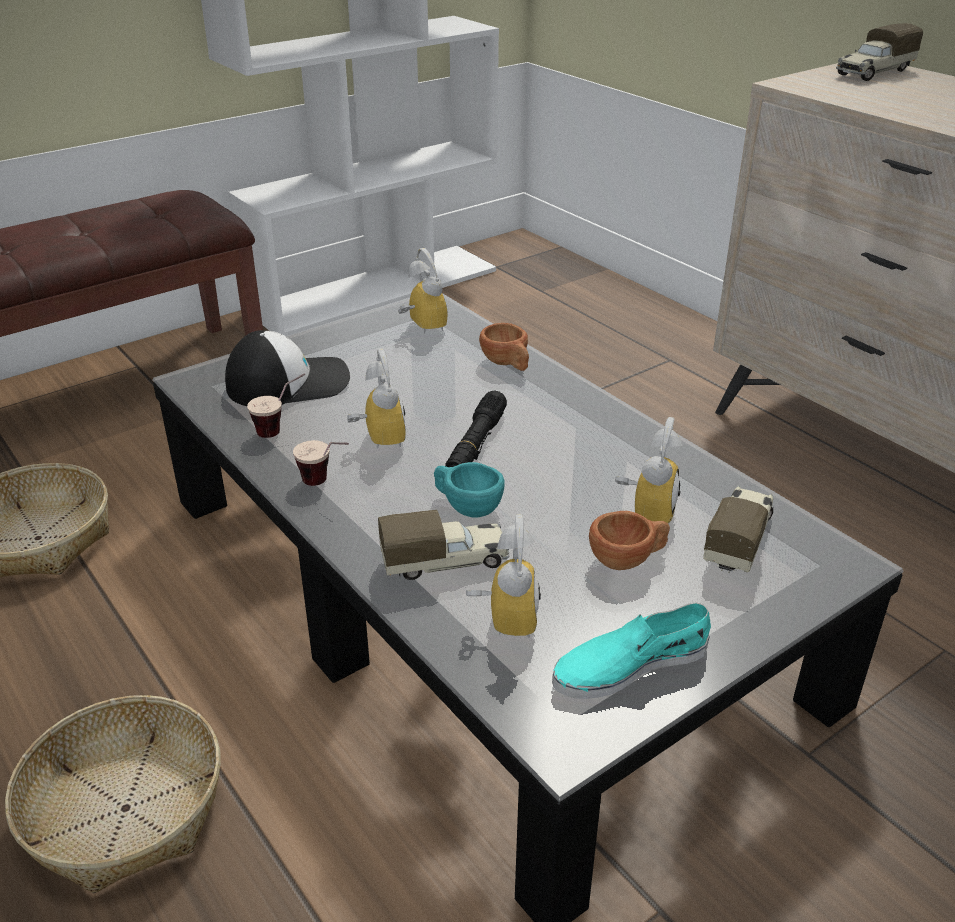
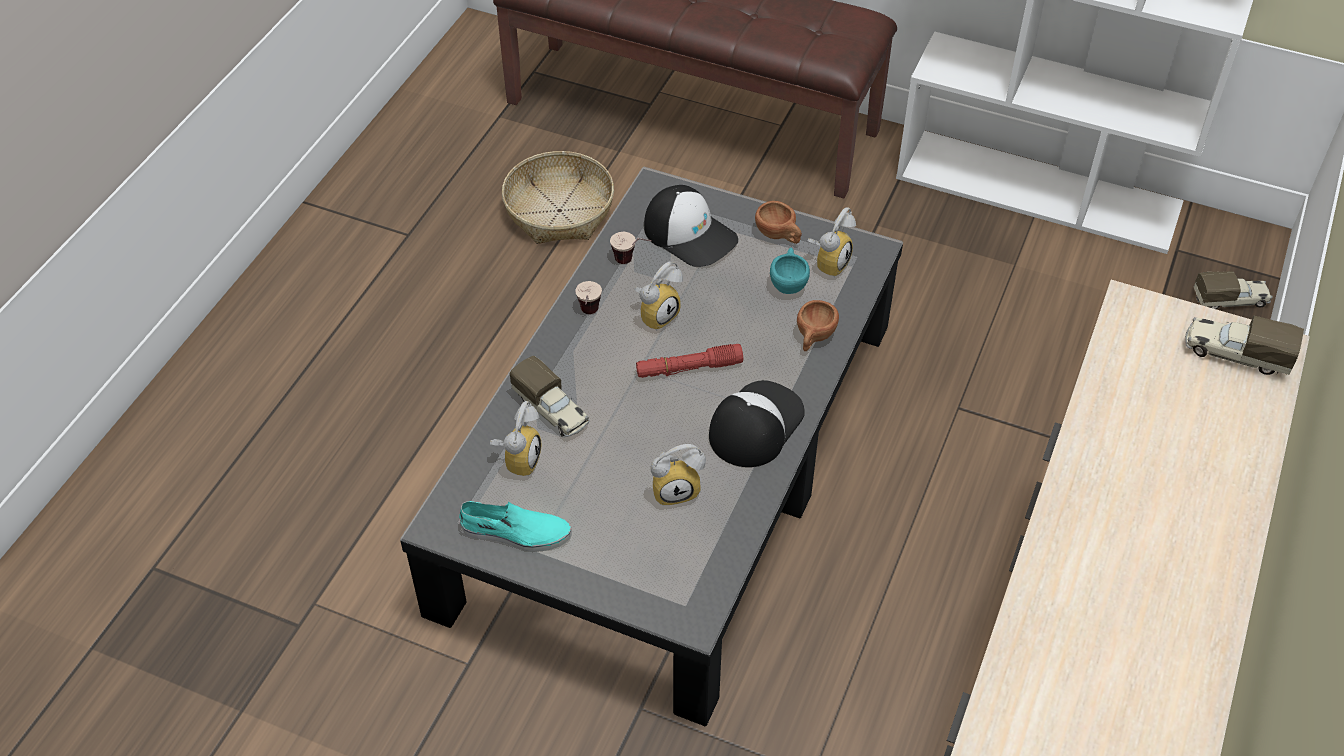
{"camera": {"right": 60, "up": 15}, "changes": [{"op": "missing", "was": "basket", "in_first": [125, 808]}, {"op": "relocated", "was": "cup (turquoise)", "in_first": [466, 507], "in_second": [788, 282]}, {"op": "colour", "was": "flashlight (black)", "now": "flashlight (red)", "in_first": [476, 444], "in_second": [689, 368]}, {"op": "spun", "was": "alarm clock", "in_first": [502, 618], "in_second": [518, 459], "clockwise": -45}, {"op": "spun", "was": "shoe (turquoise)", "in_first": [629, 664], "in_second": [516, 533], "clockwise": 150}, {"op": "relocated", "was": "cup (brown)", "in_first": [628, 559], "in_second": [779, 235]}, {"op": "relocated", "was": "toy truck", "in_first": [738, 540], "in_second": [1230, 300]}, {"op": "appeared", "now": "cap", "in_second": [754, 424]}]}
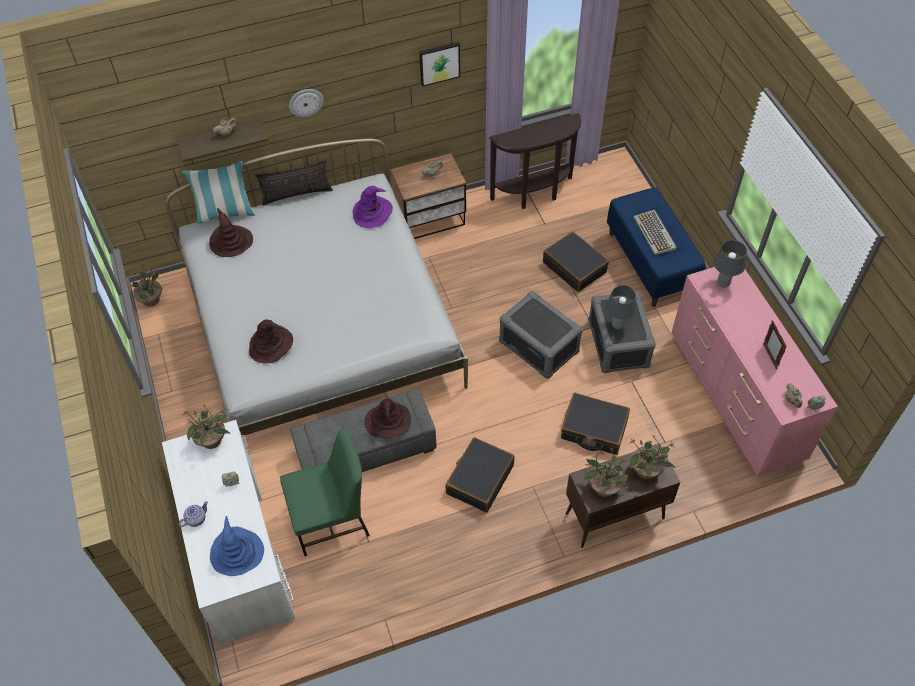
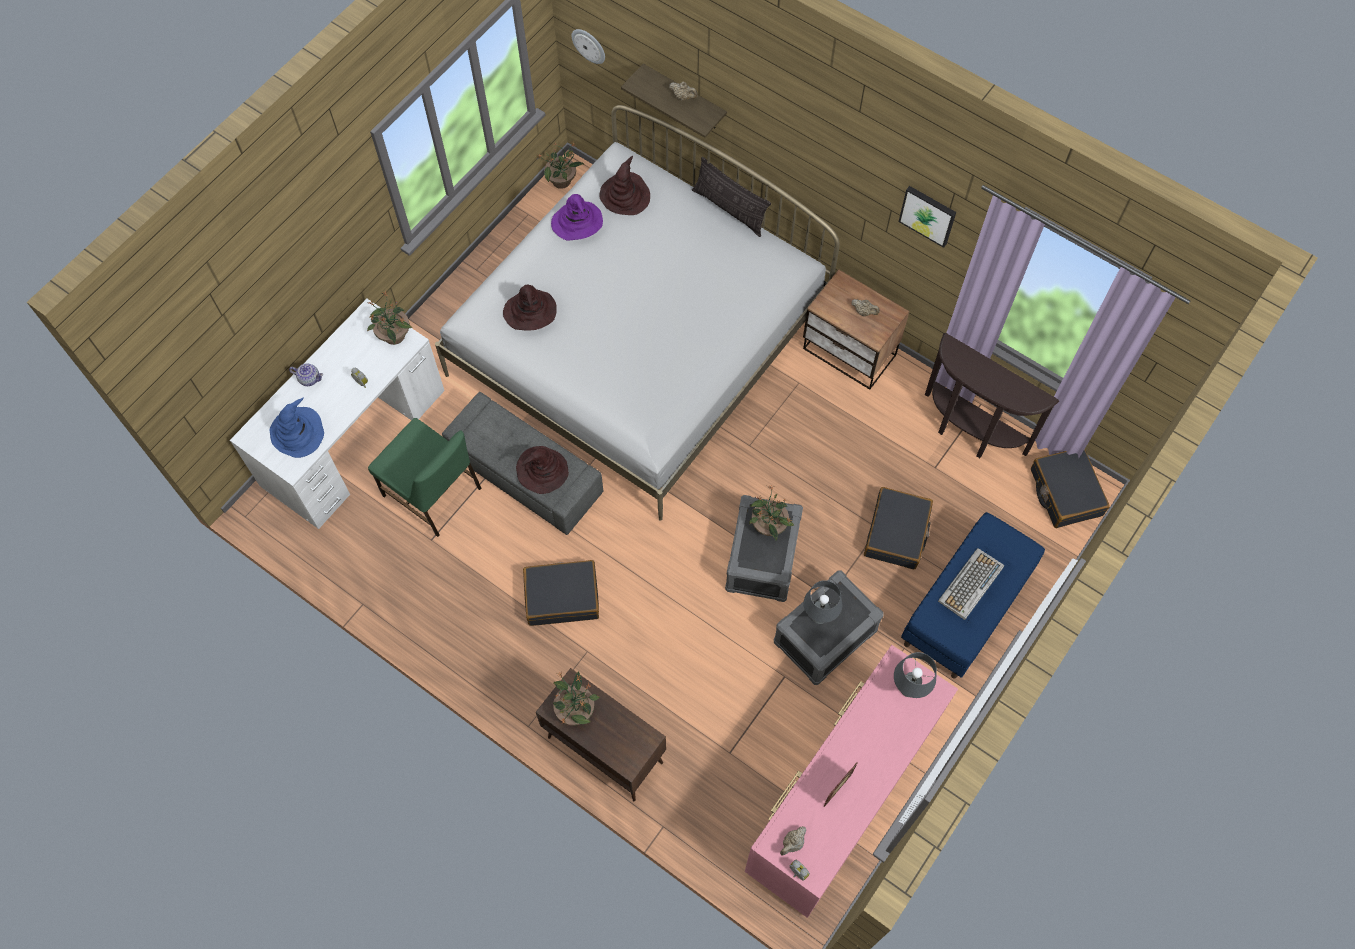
{"camera": {"right": 55, "up": 10}, "changes": [{"op": "missing", "was": "pillow", "in_first": [225, 213]}, {"op": "relocated", "was": "wall clock", "in_first": [306, 102], "in_second": [589, 45]}, {"op": "relocated", "was": "hat (purple)", "in_first": [372, 212], "in_second": [577, 222]}, {"op": "relocated", "was": "suitcase (black)", "in_first": [594, 429], "in_second": [1065, 492]}, {"op": "relocated", "was": "potted plant", "in_first": [646, 471], "in_second": [769, 526]}]}
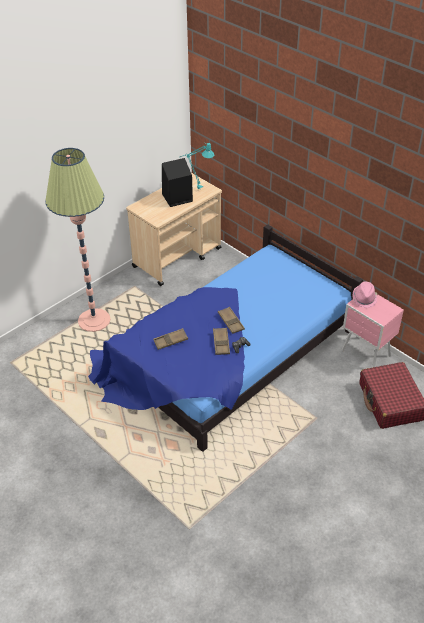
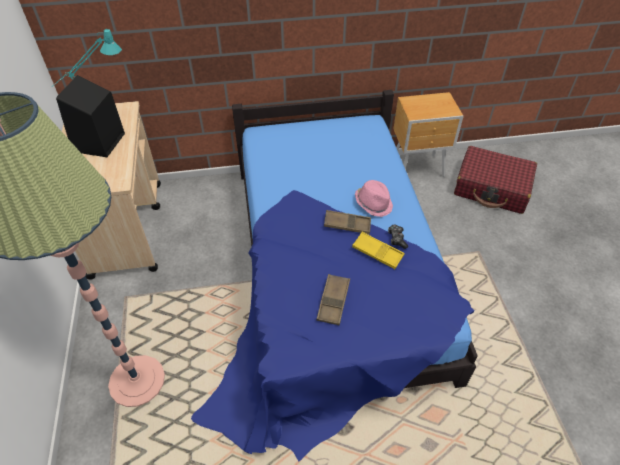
{"camera": {"right": -55, "up": 5}, "changes": [{"op": "colour", "was": "tray (brown)", "now": "tray (yellow)", "in_first": [221, 343], "in_second": [377, 253]}, {"op": "colour", "was": "nightstand (pink)", "now": "nightstand (brown)", "in_first": [366, 354], "in_second": [418, 168]}, {"op": "relocated", "was": "hat (pink)", "in_first": [364, 298], "in_second": [373, 203]}]}
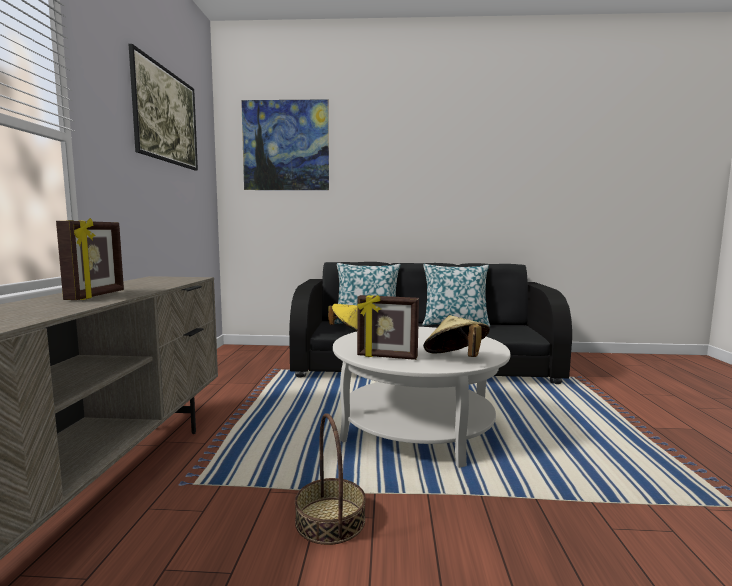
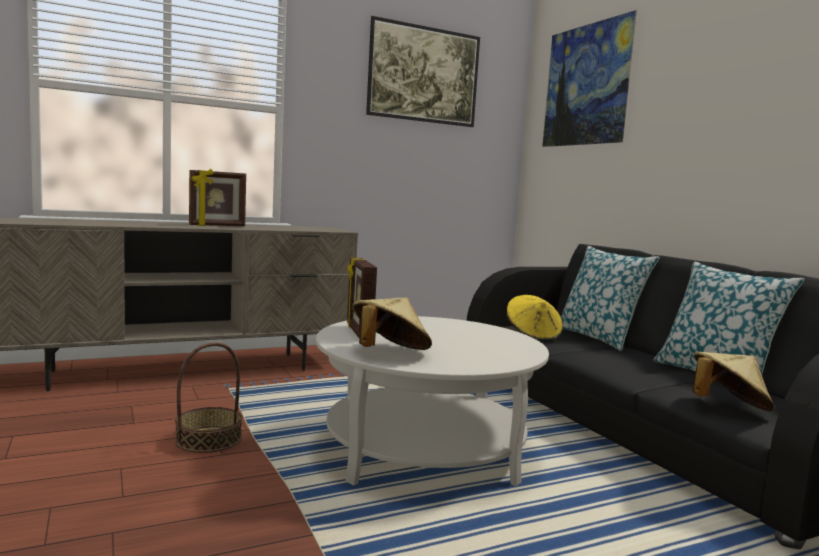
{"camera": {"right": 60, "up": 0}, "changes": [{"op": "appeared", "now": "hat (beige)", "in_second": [727, 407]}]}
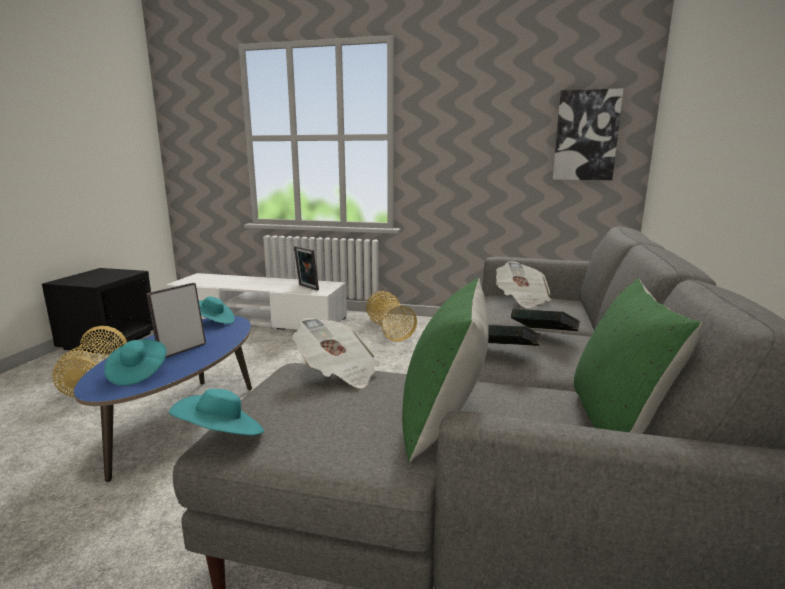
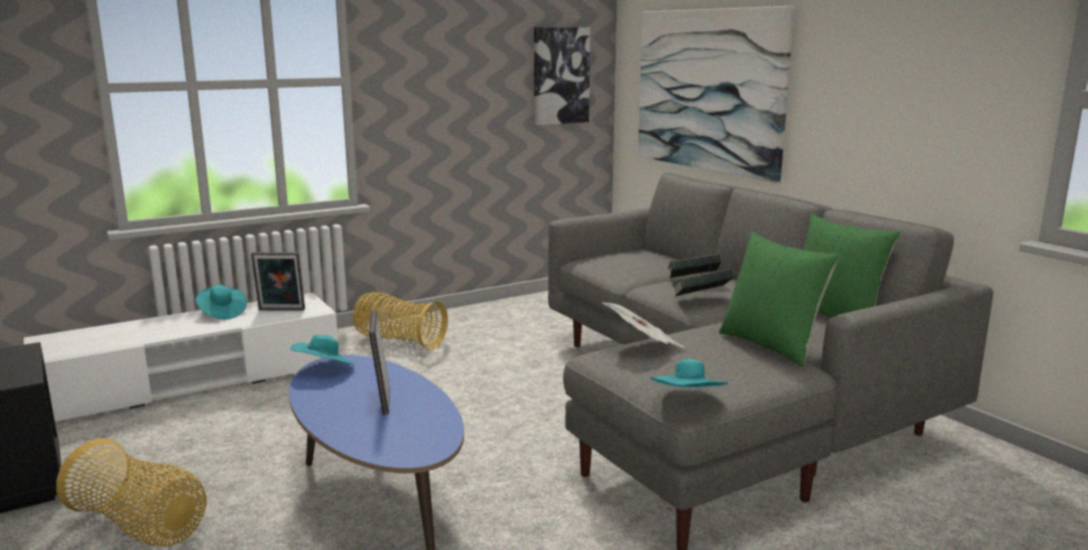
{"camera": {"right": -45, "up": 0}, "changes": [{"op": "relocated", "was": "hat (turquoise)", "in_first": [137, 373], "in_second": [222, 313]}, {"op": "missing", "was": "newspaper", "in_first": [521, 299]}, {"op": "appeared", "now": "picture", "in_second": [708, 90]}]}
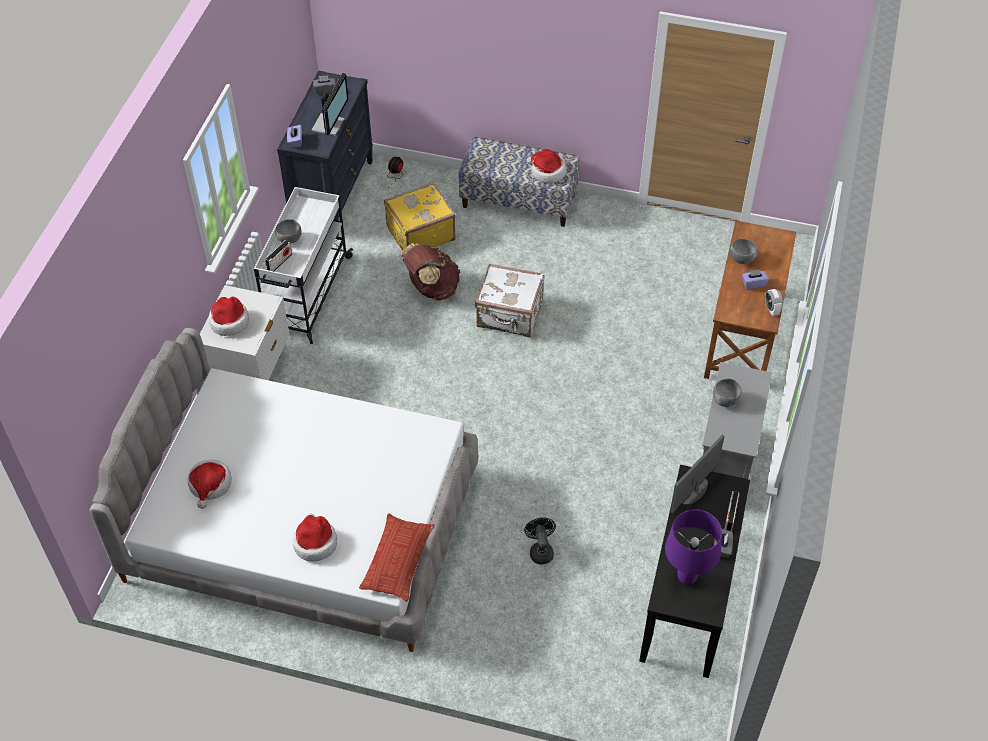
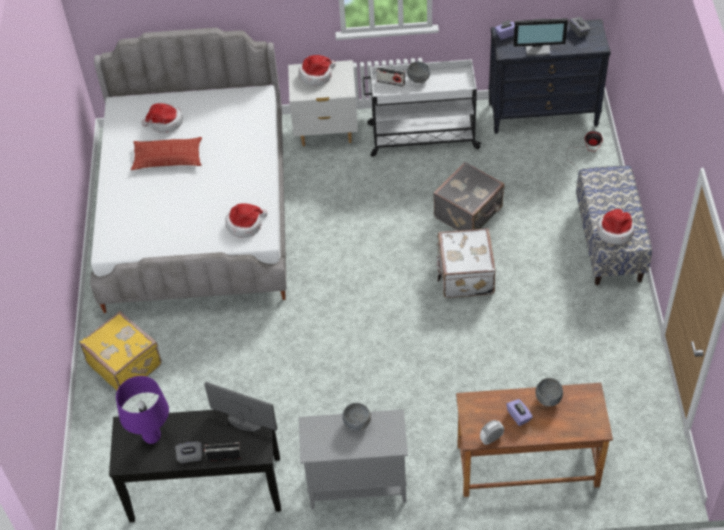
{"camera": {"right": 75, "up": 0}, "changes": [{"op": "relocated", "was": "hat", "in_first": [315, 542], "in_second": [245, 225]}, {"op": "relocated", "was": "pillow", "in_first": [398, 560], "in_second": [168, 157]}, {"op": "relocated", "was": "suitcase (yellow)", "in_first": [420, 233], "in_second": [126, 363]}, {"op": "exchanged", "was": "backpack (brown)", "now": "suitcase (grey)", "in_first": [432, 288], "in_second": [469, 213]}, {"op": "missing", "was": "fan (black)", "in_first": [540, 550]}]}
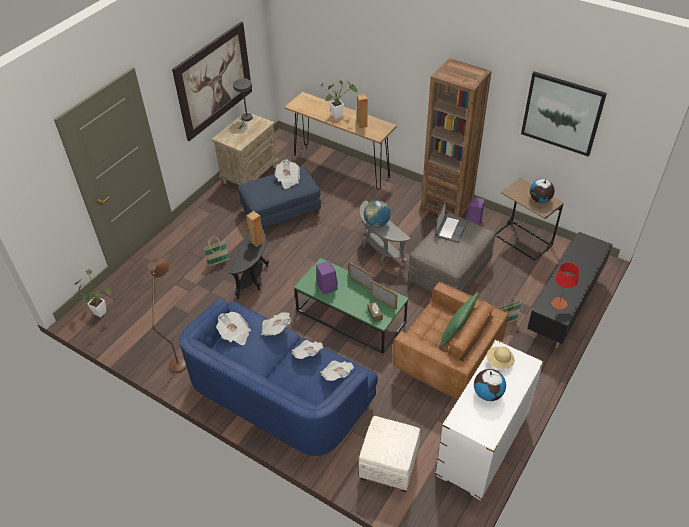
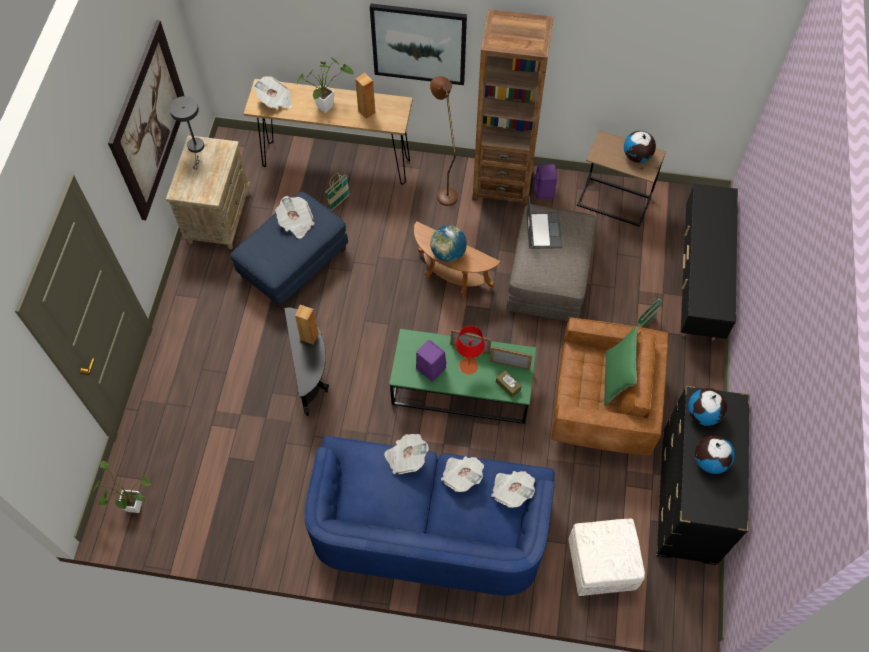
{"camera": {"right": -25, "up": 15}, "changes": [{"op": "relocated", "was": "floor lamp (brown)", "in_first": [180, 359], "in_second": [444, 191]}, {"op": "relocated", "was": "basket", "in_first": [218, 262], "in_second": [339, 202]}, {"op": "relocated", "was": "newspaper", "in_first": [235, 334], "in_second": [275, 100]}, {"op": "colour", "was": "side table (grey)", "now": "side table (brown)", "in_first": [379, 251], "in_second": [451, 279]}, {"op": "colour", "was": "dresser (white)", "now": "dresser (black)", "in_first": [482, 446], "in_second": [688, 497]}, {"op": "exchanged", "was": "hat (beige)", "now": "globe", "in_first": [499, 362], "in_second": [703, 414]}, {"op": "relocated", "was": "picture", "in_first": [562, 113], "in_second": [419, 44]}, {"op": "relocated", "was": "table lamp (red)", "in_first": [559, 303], "in_second": [468, 366]}]}
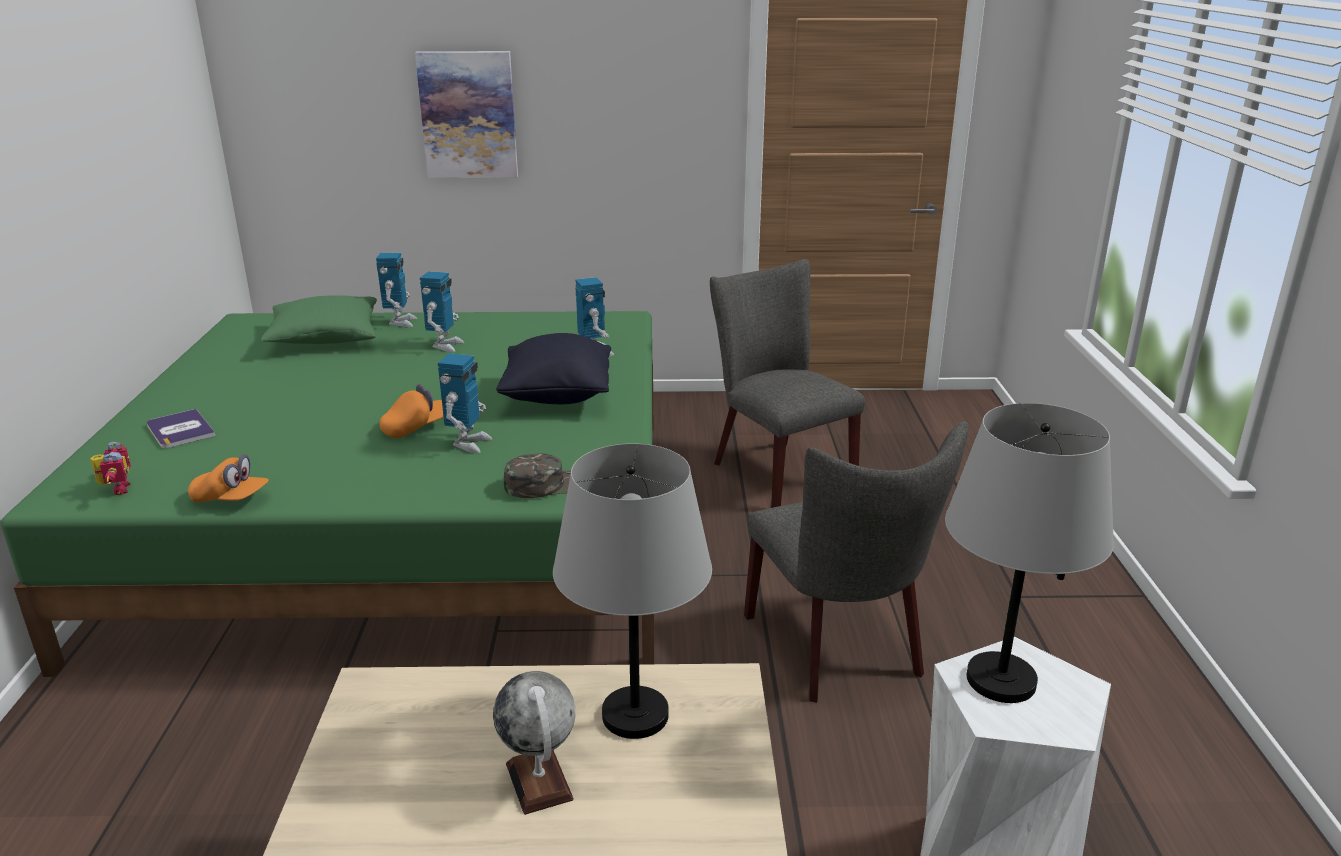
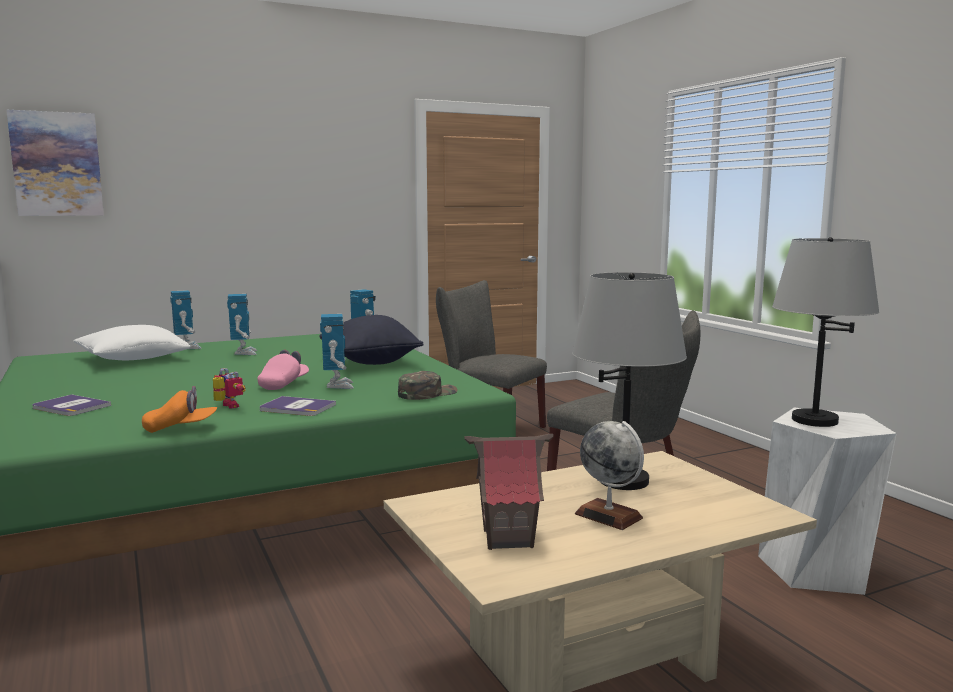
{"camera": {"right": -25, "up": -15}, "changes": [{"op": "relocated", "was": "toy robot", "in_first": [116, 489], "in_second": [226, 406]}, {"op": "colour", "was": "pillow (green)", "now": "pillow (white)", "in_first": [324, 338], "in_second": [132, 358]}, {"op": "colour", "was": "cap (orange)", "now": "cap (pink)", "in_first": [416, 428], "in_second": [284, 384]}, {"op": "relocated", "was": "picture", "in_first": [468, 115], "in_second": [57, 164]}, {"op": "appeared", "now": "book", "in_second": [297, 407]}, {"op": "appeared", "now": "toy house", "in_second": [508, 538]}]}
